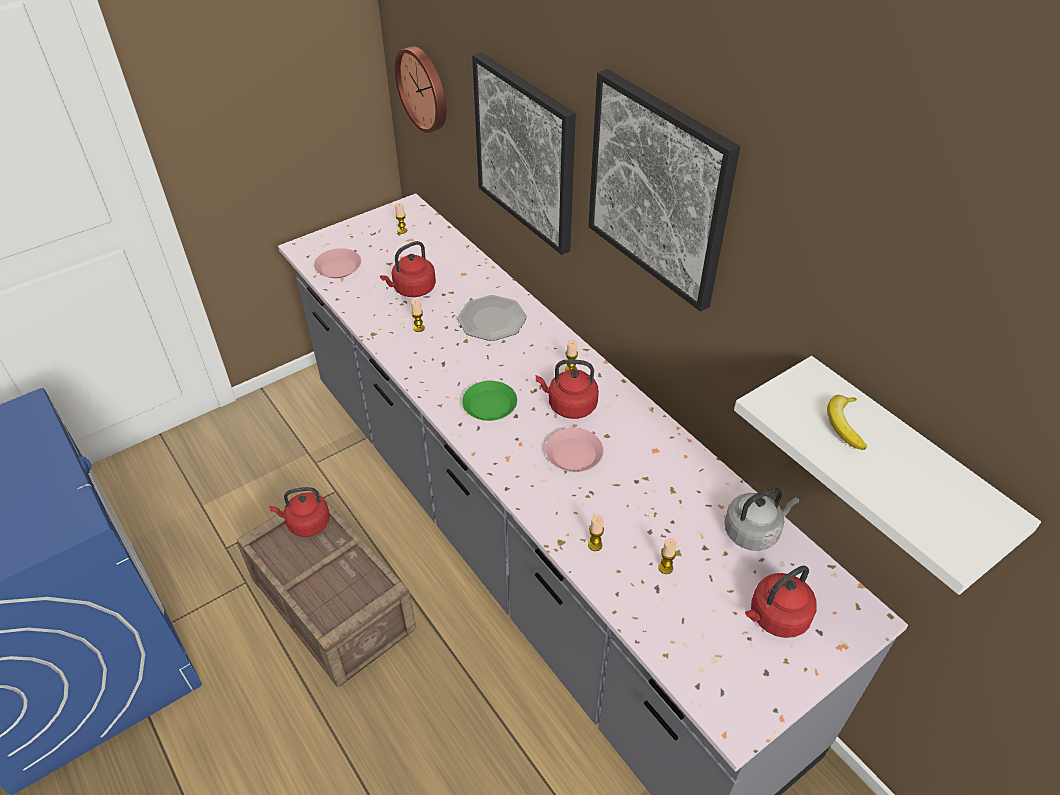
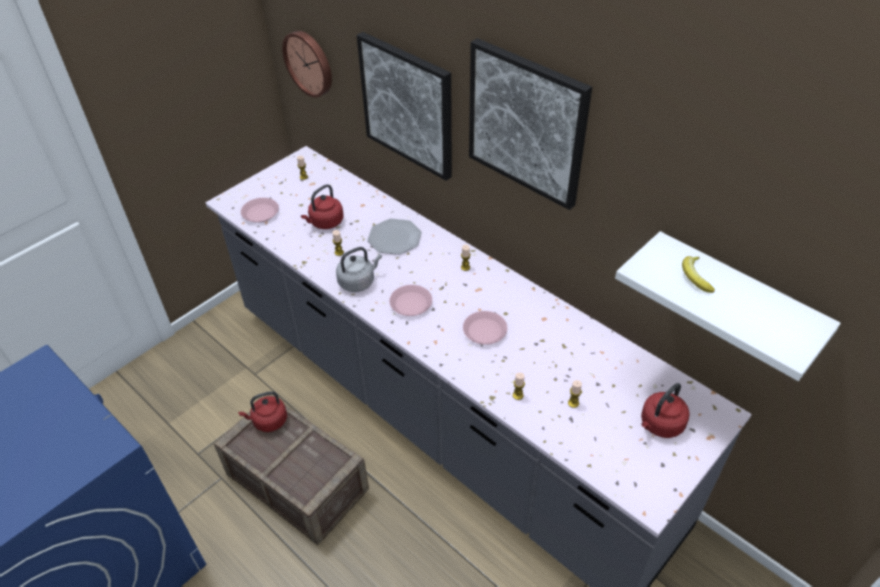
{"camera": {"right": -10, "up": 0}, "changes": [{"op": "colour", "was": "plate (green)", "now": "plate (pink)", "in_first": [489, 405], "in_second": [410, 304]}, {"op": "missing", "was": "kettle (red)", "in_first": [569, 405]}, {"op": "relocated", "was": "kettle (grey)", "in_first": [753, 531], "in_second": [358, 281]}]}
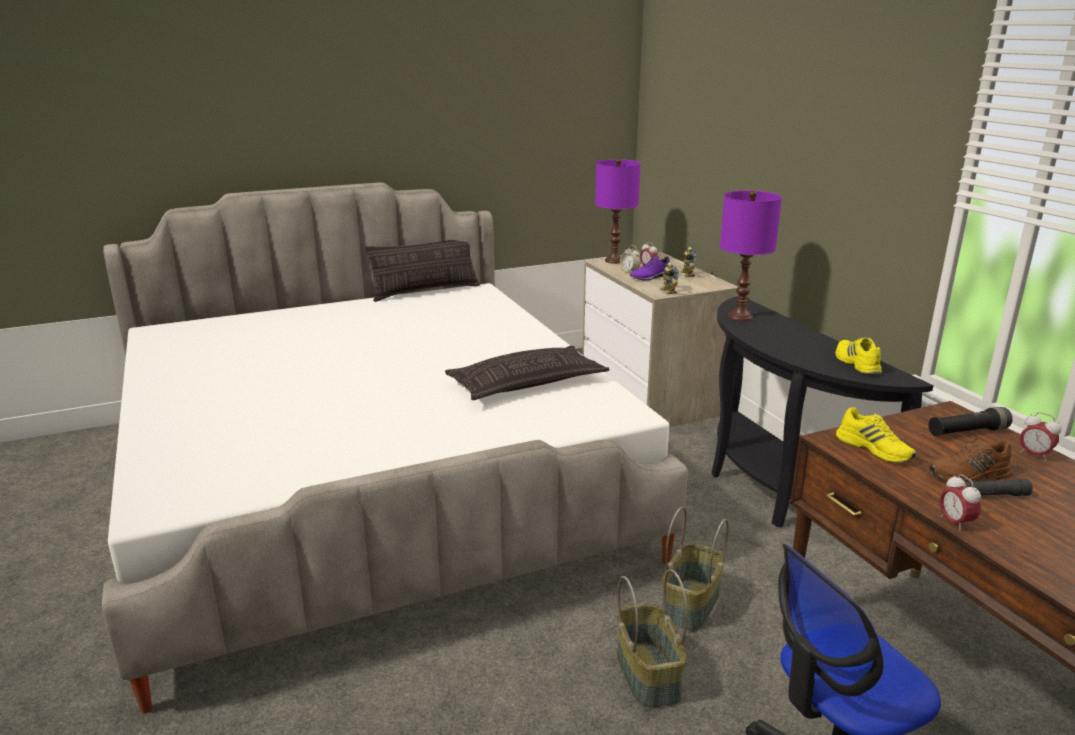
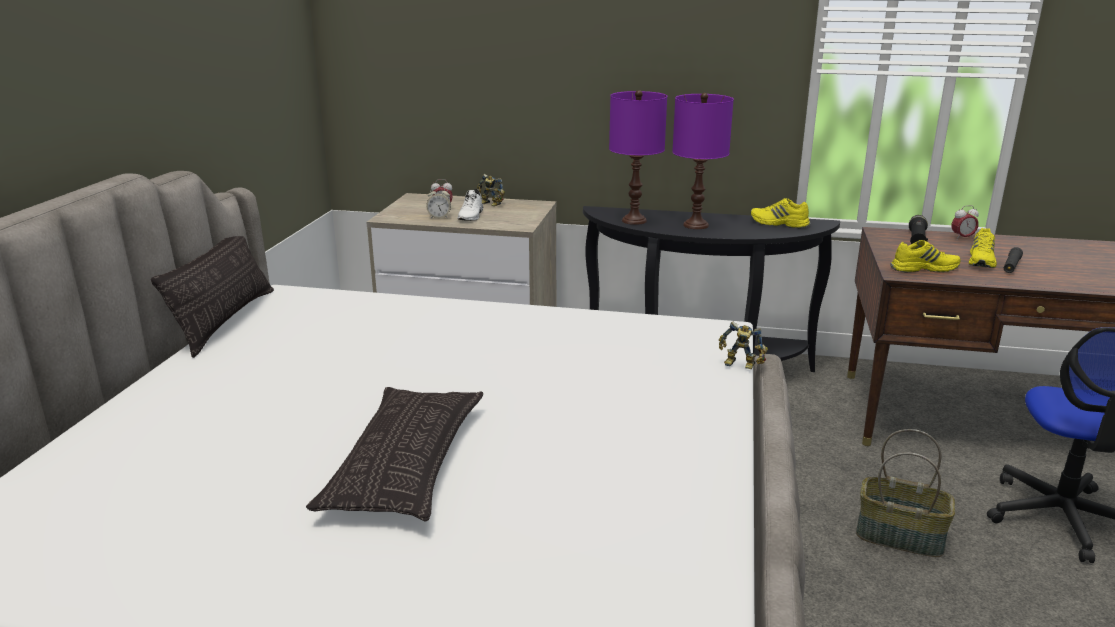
{"camera": {"right": -55, "up": 0}, "changes": [{"op": "relocated", "was": "pillow", "in_first": [527, 383], "in_second": [406, 462]}, {"op": "relocated", "was": "table lamp (purple)", "in_first": [614, 261], "in_second": [695, 225]}, {"op": "colour", "was": "shoe (purple)", "now": "shoe (white)", "in_first": [651, 277], "in_second": [471, 216]}, {"op": "relocated", "was": "toy robot", "in_first": [667, 291], "in_second": [740, 365]}, {"op": "missing", "was": "basket", "in_first": [691, 606]}, {"op": "colour", "was": "shoe (brown)", "now": "shoe (yellow)", "in_first": [970, 476], "in_second": [982, 261]}, {"op": "missing", "was": "alarm clock", "in_first": [955, 523]}]}
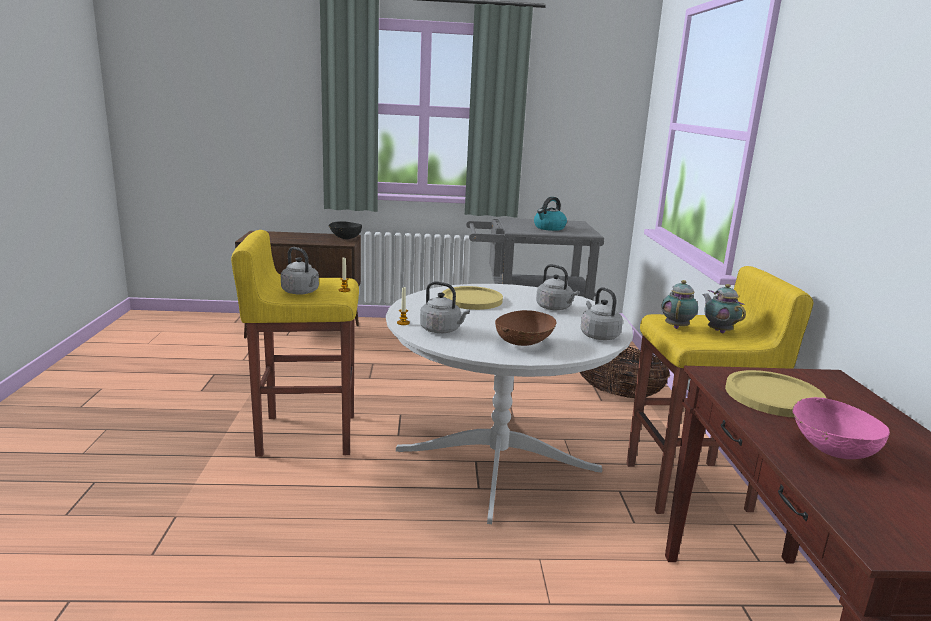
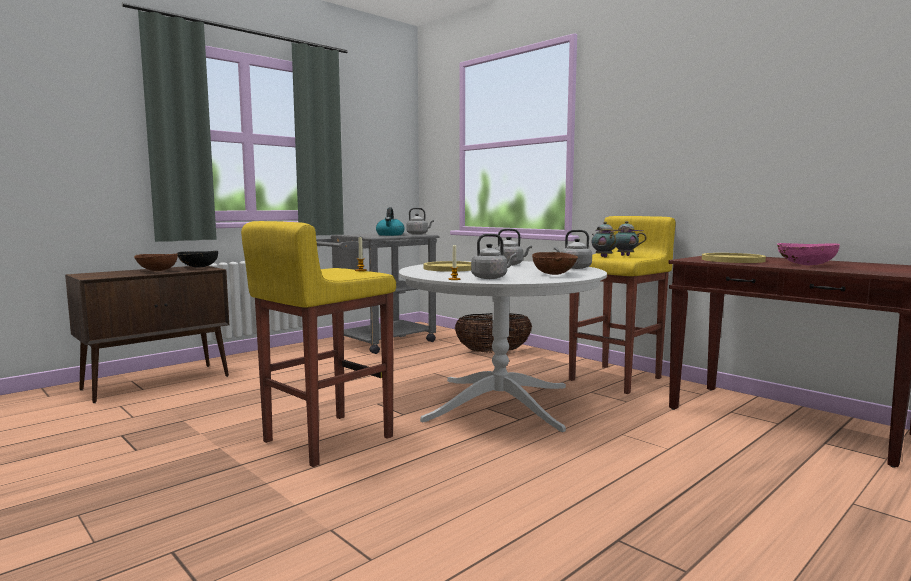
{"camera": {"right": -40, "up": -10}, "changes": [{"op": "relocated", "was": "kettle (grey)", "in_first": [301, 292], "in_second": [418, 234]}, {"op": "appeared", "now": "bowl (brown)", "in_second": [156, 271]}]}
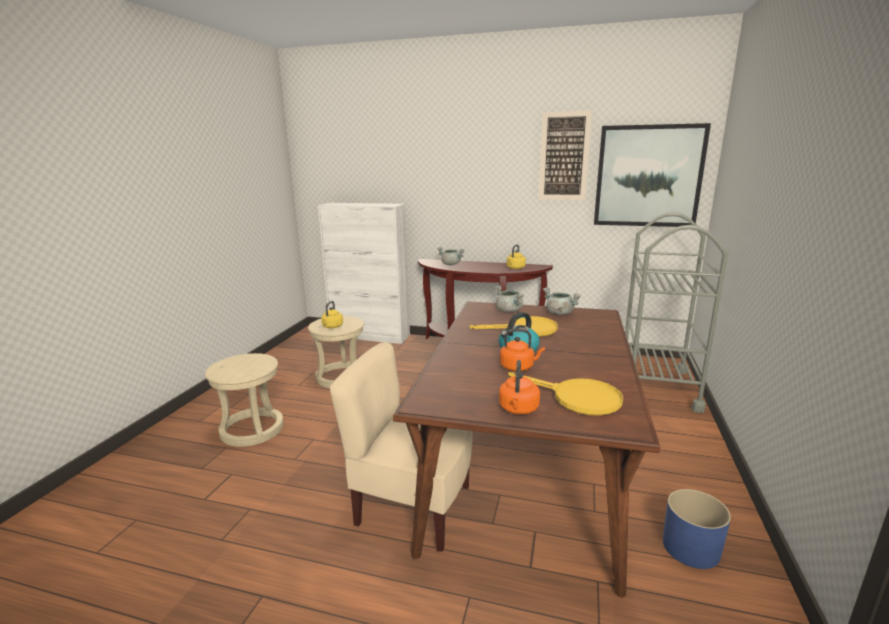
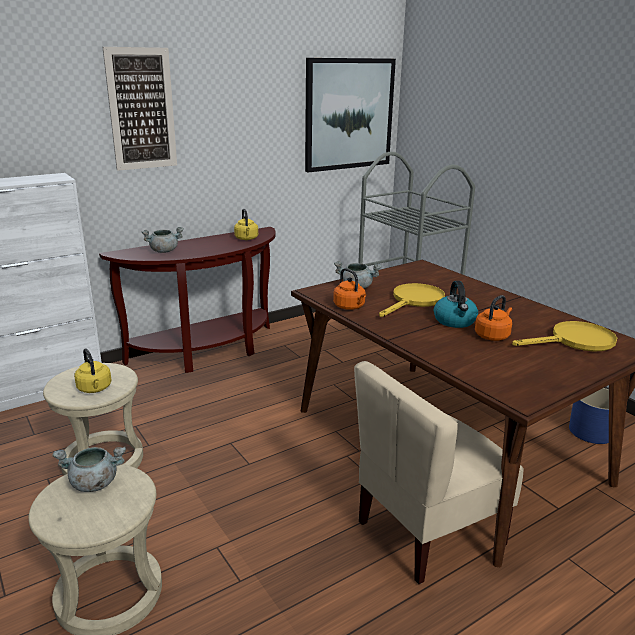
{"camera": {"right": -50, "up": 5}, "changes": [{"op": "relocated", "was": "kettle (orange)", "in_first": [518, 409], "in_second": [350, 307]}, {"op": "relocated", "was": "picture", "in_first": [564, 156], "in_second": [141, 109]}, {"op": "relocated", "was": "cooking pot (grey)", "in_first": [559, 313], "in_second": [94, 483]}]}
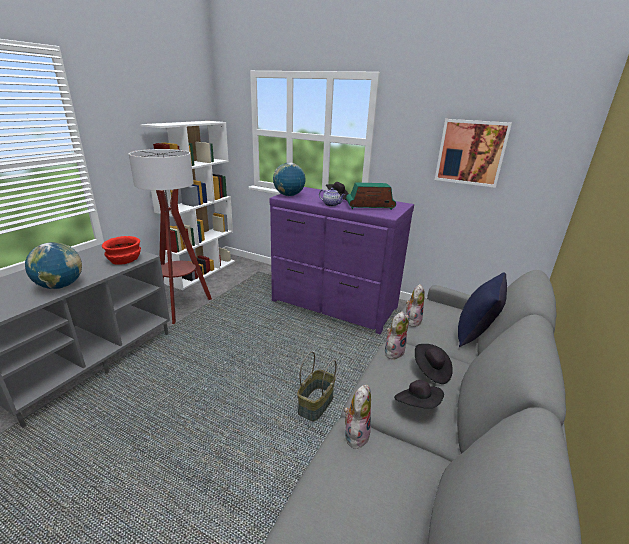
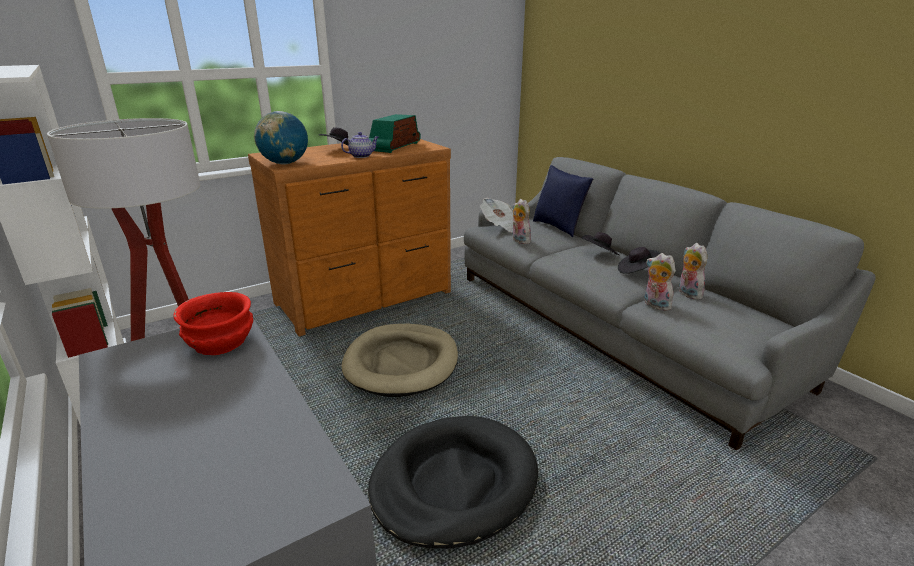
{"camera": {"right": -60, "up": 0}, "changes": [{"op": "missing", "was": "globe", "in_first": [60, 286]}, {"op": "colour", "was": "dresser (purple)", "now": "dresser (brown)", "in_first": [334, 305], "in_second": [366, 298]}, {"op": "missing", "was": "basket", "in_first": [316, 405]}, {"op": "relocated", "was": "plush toy", "in_first": [393, 351], "in_second": [687, 293]}, {"op": "missing", "was": "picture", "in_first": [471, 152]}, {"op": "appeared", "now": "dog bed (beige)", "in_second": [401, 363]}, {"op": "appeared", "now": "dog bed (black)", "in_second": [453, 483]}, {"op": "appeared", "now": "newspaper", "in_second": [501, 226]}]}
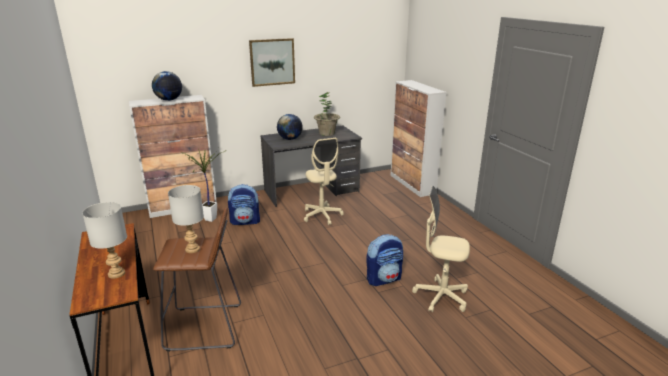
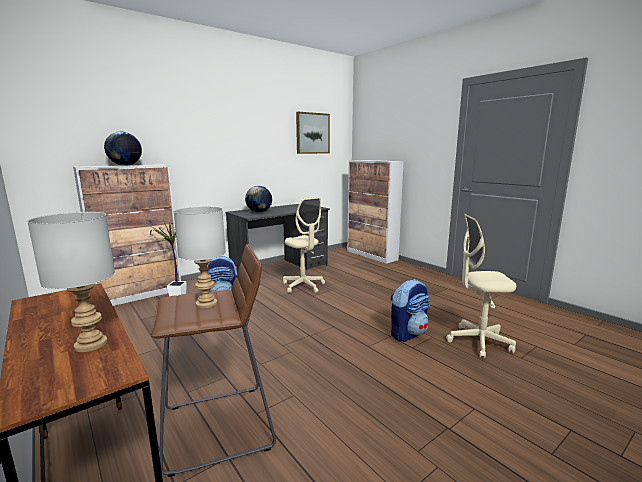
{"camera": {"right": -15, "up": -10}, "changes": [{"op": "relocated", "was": "picture", "in_first": [272, 62], "in_second": [312, 133]}, {"op": "missing", "was": "potted plant", "in_first": [326, 133]}]}
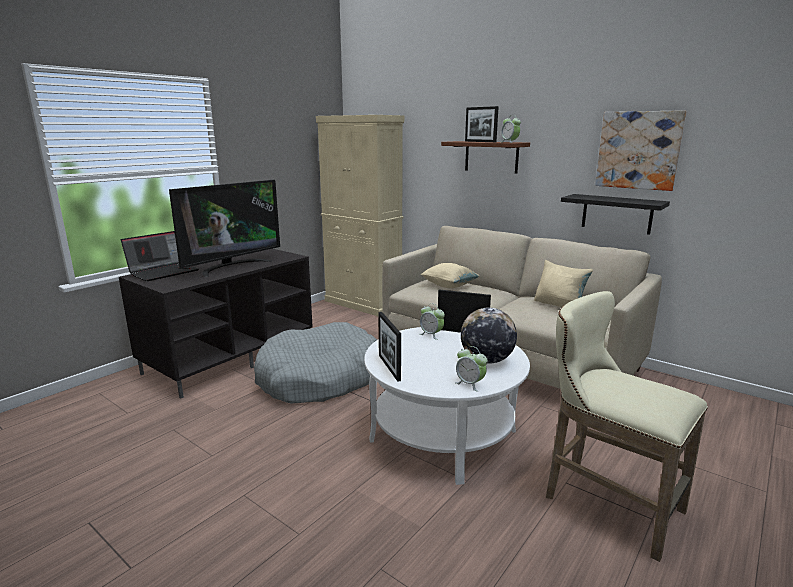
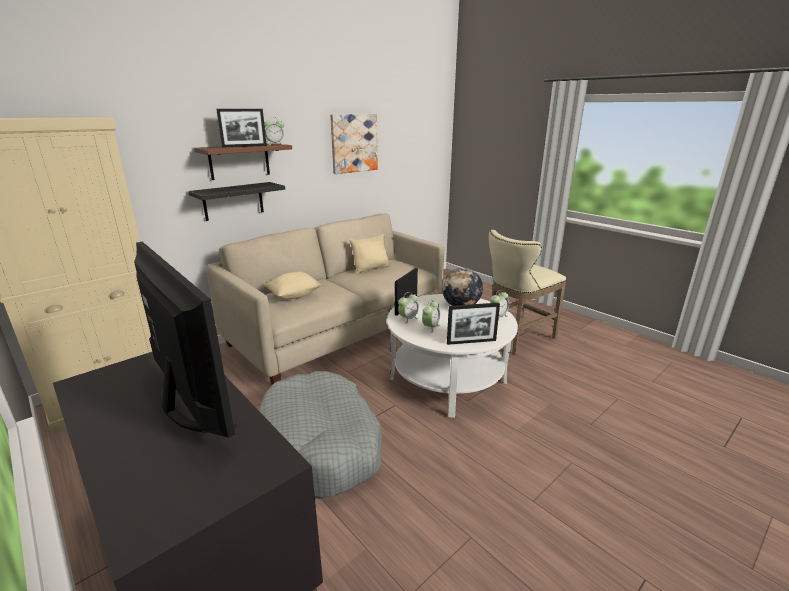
{"camera": {"right": -80, "up": 5}, "changes": [{"op": "missing", "was": "laptop", "in_first": [164, 272]}, {"op": "relocated", "was": "shelf (black)", "in_first": [616, 214], "in_second": [233, 201]}, {"op": "appeared", "now": "alarm clock", "in_second": [430, 327]}]}
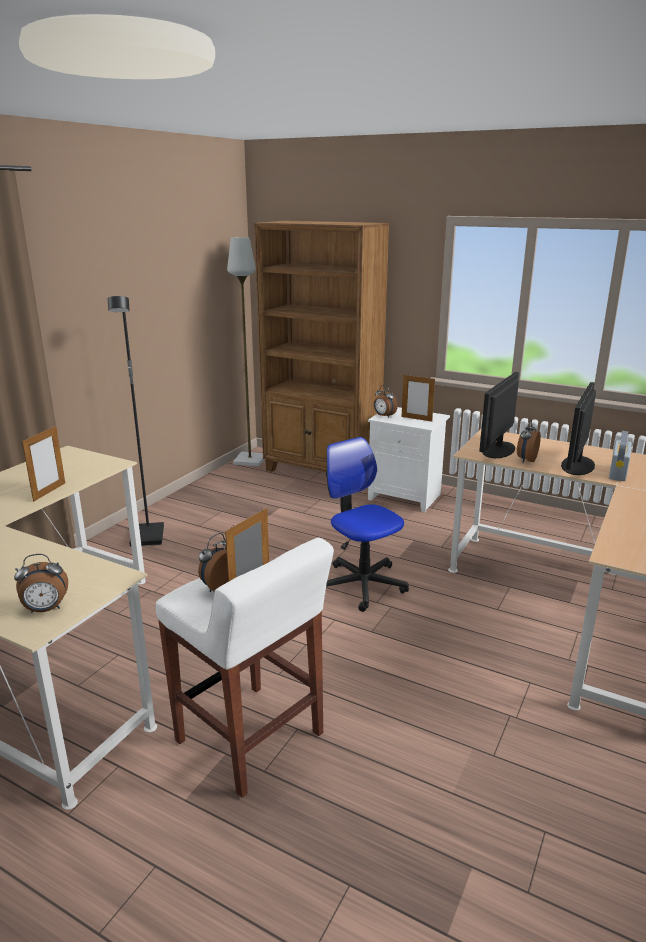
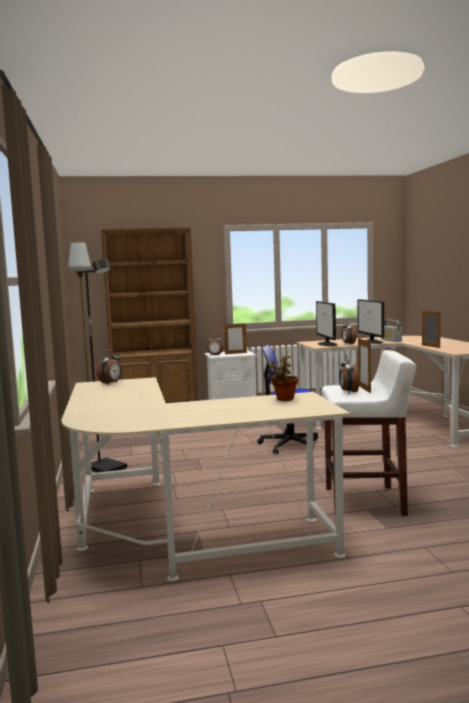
{"camera": {"right": -40, "up": -15}, "changes": [{"op": "relocated", "was": "alarm clock", "in_first": [45, 609], "in_second": [111, 383]}, {"op": "relocated", "was": "picture frame", "in_first": [49, 492], "in_second": [430, 346]}, {"op": "appeared", "now": "potted plant", "in_second": [284, 399]}]}
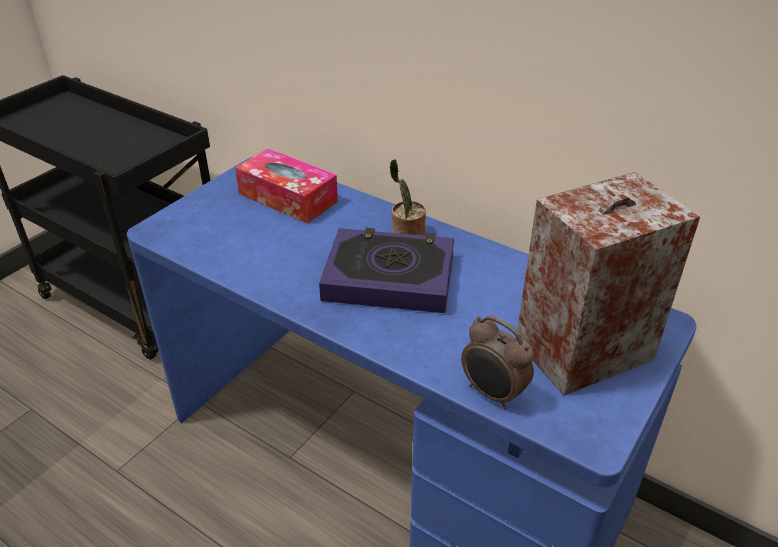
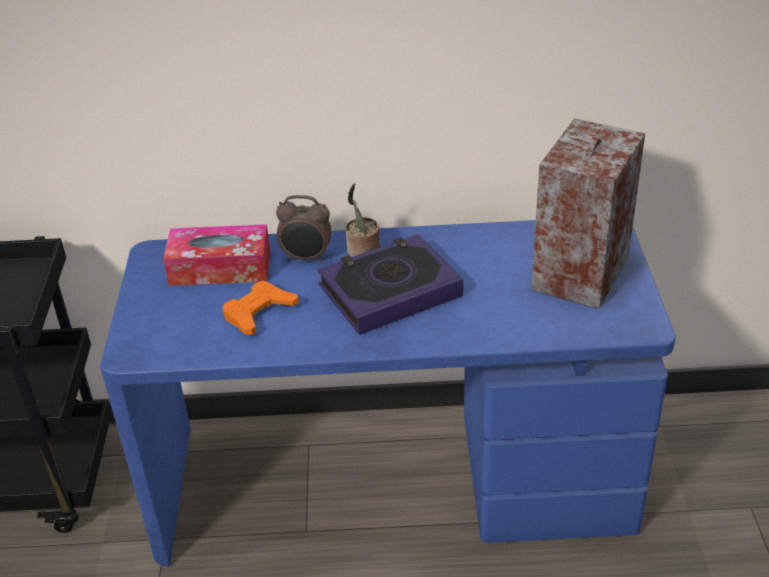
{"camera": {"right": -35, "up": 0}, "changes": [{"op": "relocated", "was": "alarm clock", "in_first": [492, 394], "in_second": [306, 258]}, {"op": "appeared", "now": "game controller (orange)", "in_second": [259, 313]}]}
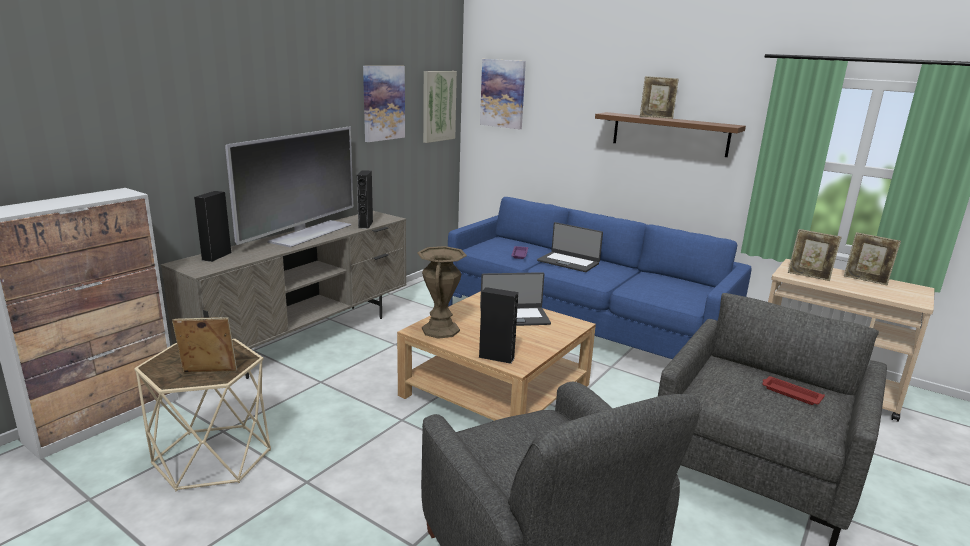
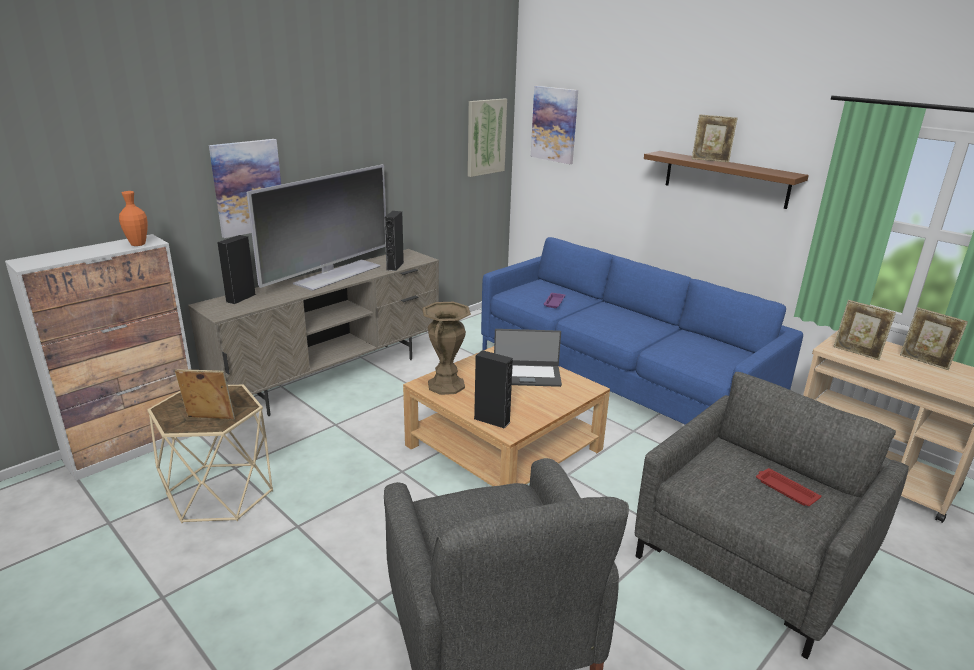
{"camera": {"right": 10, "up": 5}, "changes": [{"op": "relocated", "was": "picture", "in_first": [383, 103], "in_second": [248, 187]}, {"op": "missing", "was": "laptop", "in_first": [568, 262]}, {"op": "appeared", "now": "vase (orange)", "in_second": [138, 244]}]}
